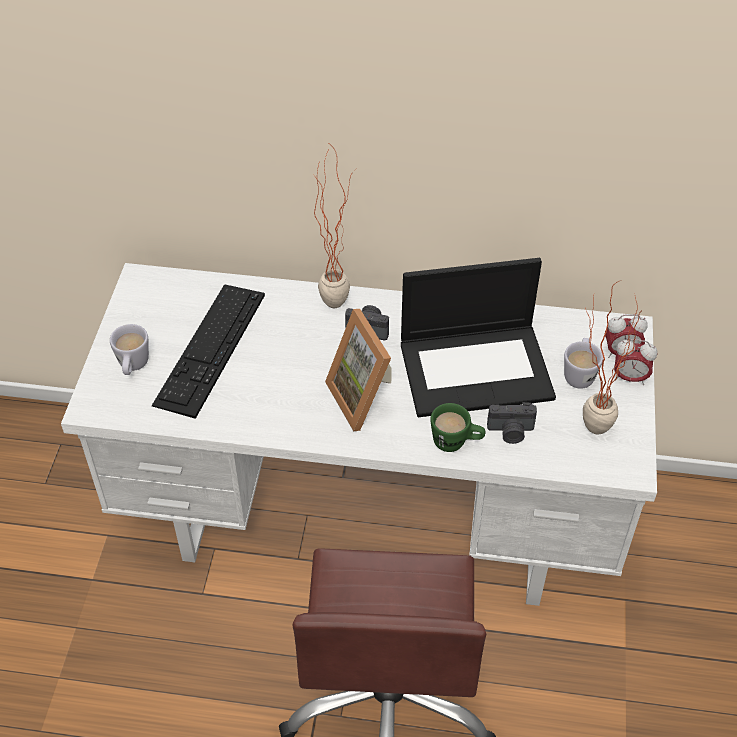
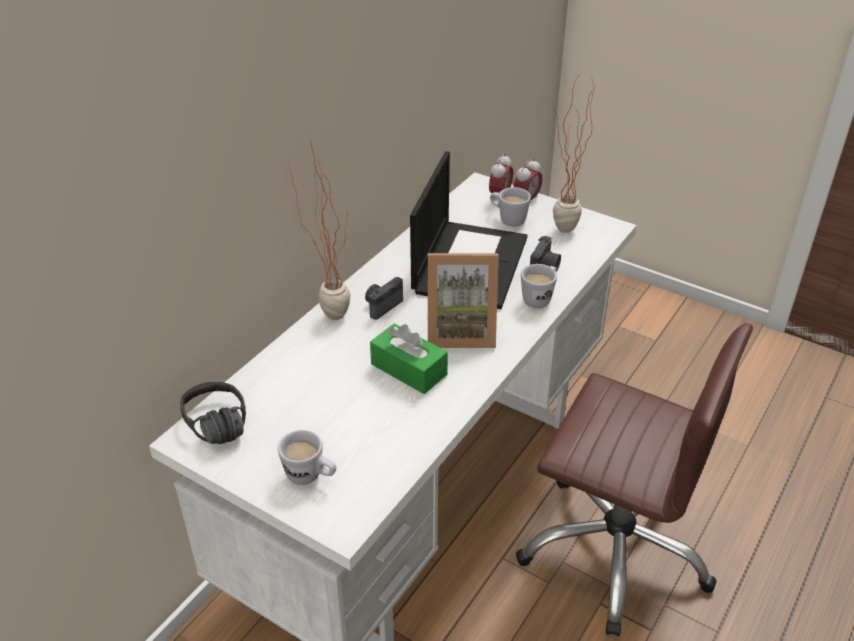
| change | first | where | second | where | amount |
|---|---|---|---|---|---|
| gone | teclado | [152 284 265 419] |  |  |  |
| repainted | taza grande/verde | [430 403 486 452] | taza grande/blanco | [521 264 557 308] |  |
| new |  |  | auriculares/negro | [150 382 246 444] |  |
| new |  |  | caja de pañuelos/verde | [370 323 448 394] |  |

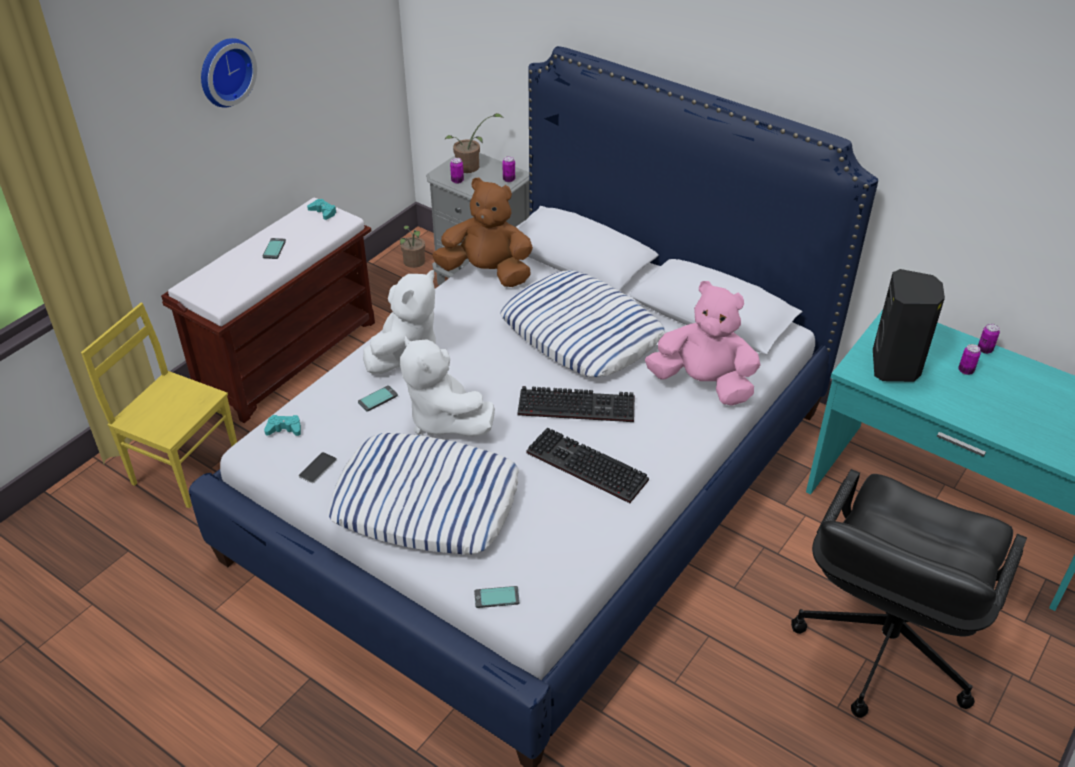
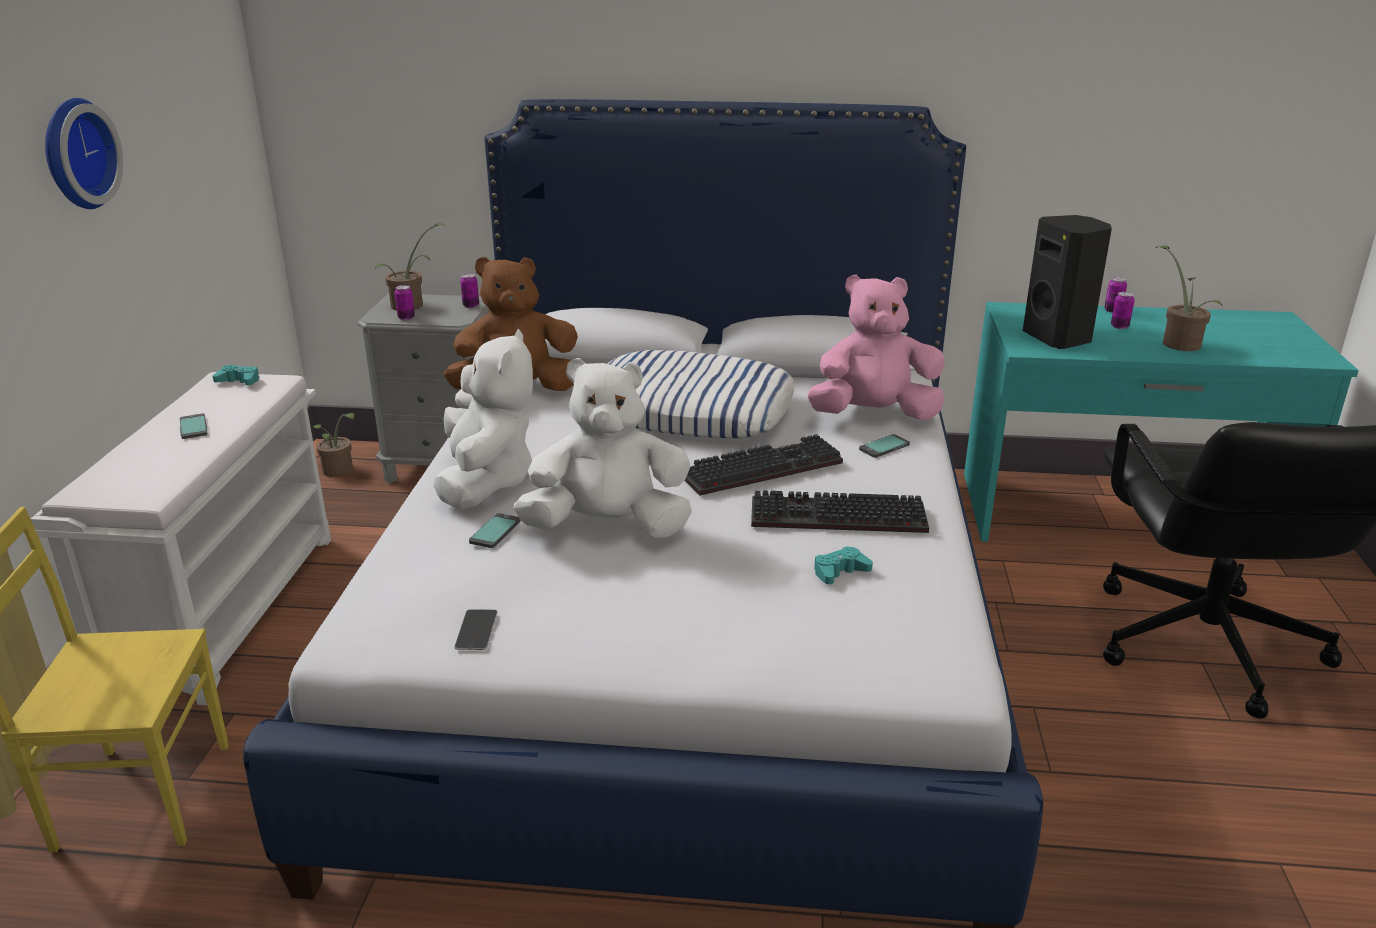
| change | first | where | second | where | amount |
|---|---|---|---|---|---|
| repainted | banco/marrón | [161 198 375 423] | banco/blanco | [31 372 331 705] |  |
| shifted | mando de consola/turquesa | [264 415 301 436] |  | [814 546 873 584] |  |
| gone | cojín | [328 433 519 555] |  |  |  |
| rotated | peluche/blanco | [400 335 495 437] |  | [514 358 692 538] | 150 degrees clockwise |
| shifted | móvil | [474 586 520 608] |  | [859 434 910 458] |  |
| new |  |  | planta en maceta | [1156 246 1223 351] |  |

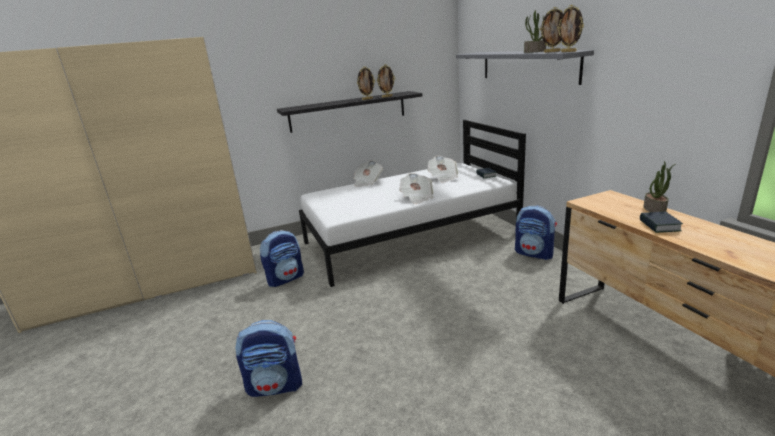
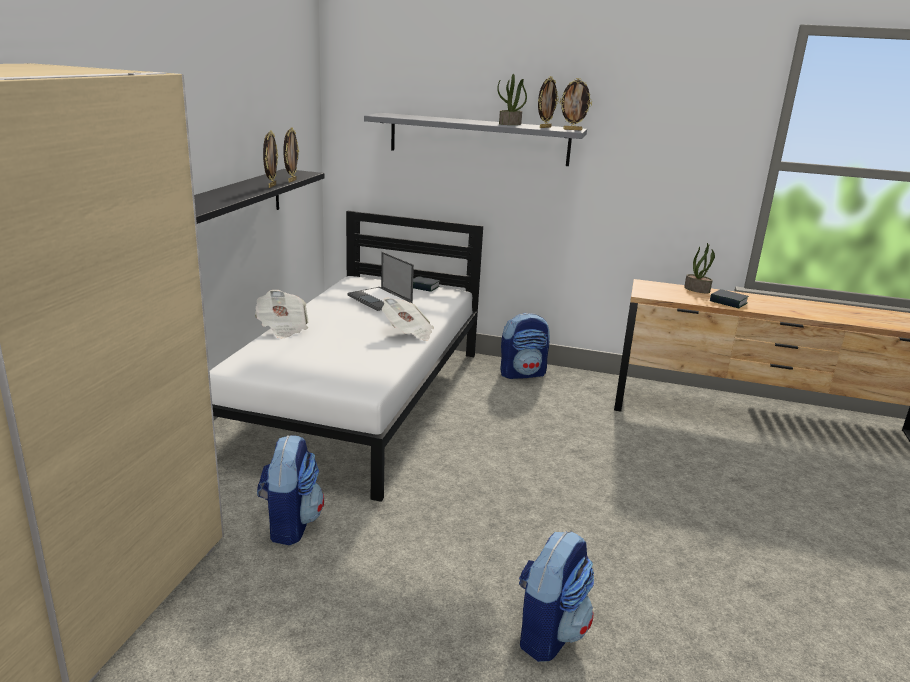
| change | first | where | second | where | amount |
|---|---|---|---|---|---|
| swapped | periódico | [428 156 458 183] | portátil | [347 252 414 311] |  |

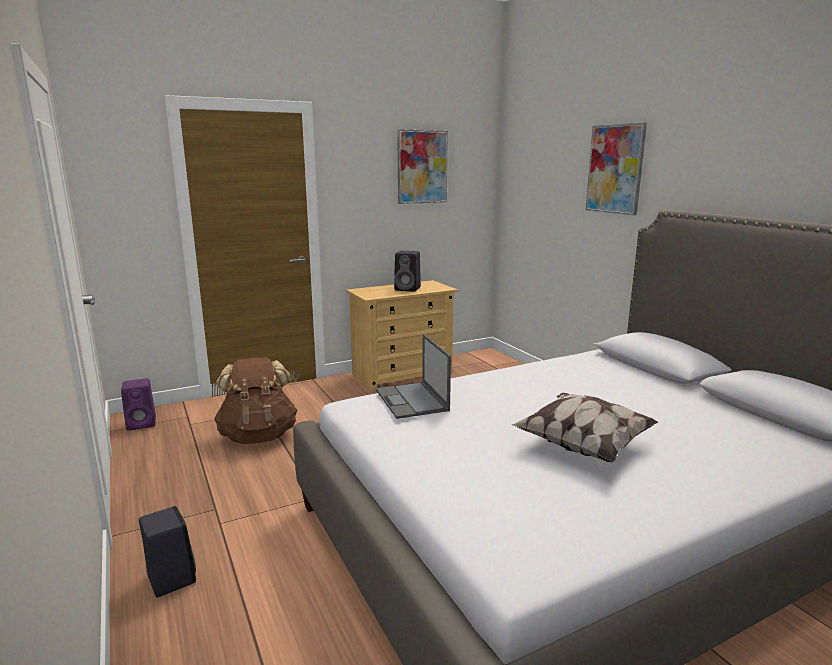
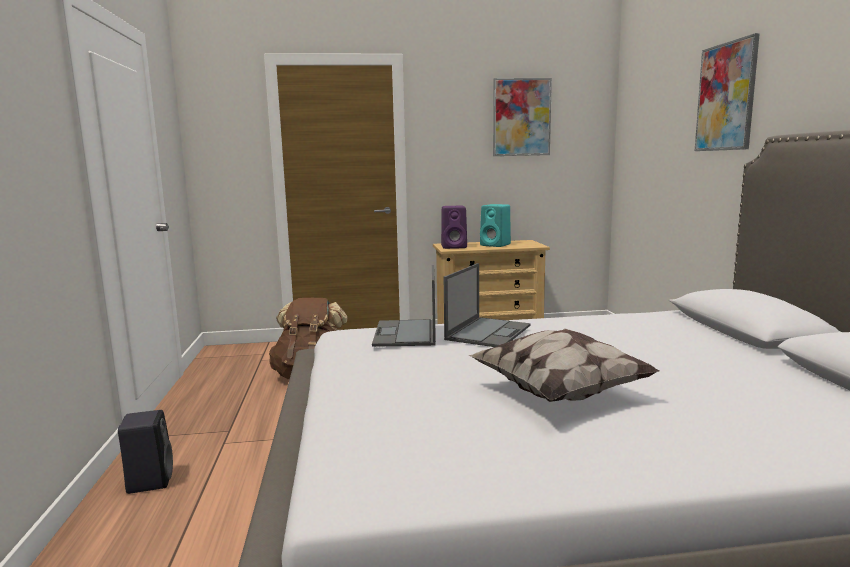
| change | first | where | second | where | amount |
|---|---|---|---|---|---|
| shifted | altavoz/morado | [121 378 156 431] |  | [441 205 467 249] |  |
| repainted | altavoz/negro | [394 250 421 292] | altavoz/turquesa | [480 204 511 247] |  |
| new |  |  | portátil | [444 263 530 347] |  |

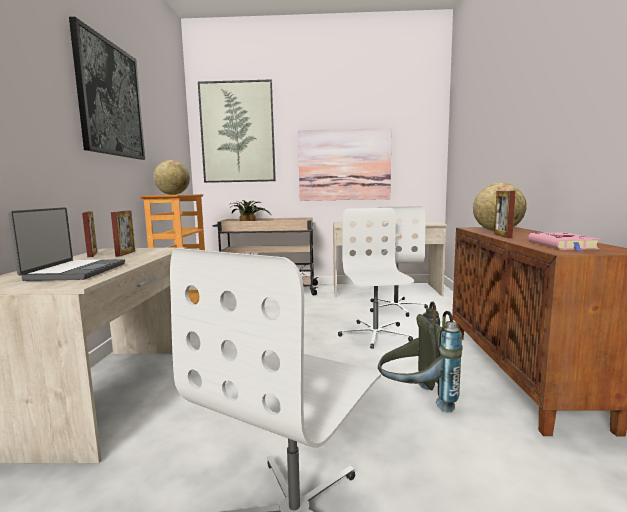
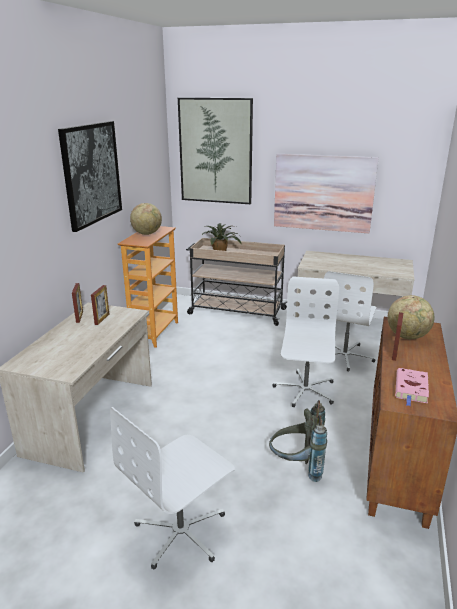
| change | first | where | second | where | amount |
|---|---|---|---|---|---|
| gone | portátil | [8 207 125 281] |  |  |  |

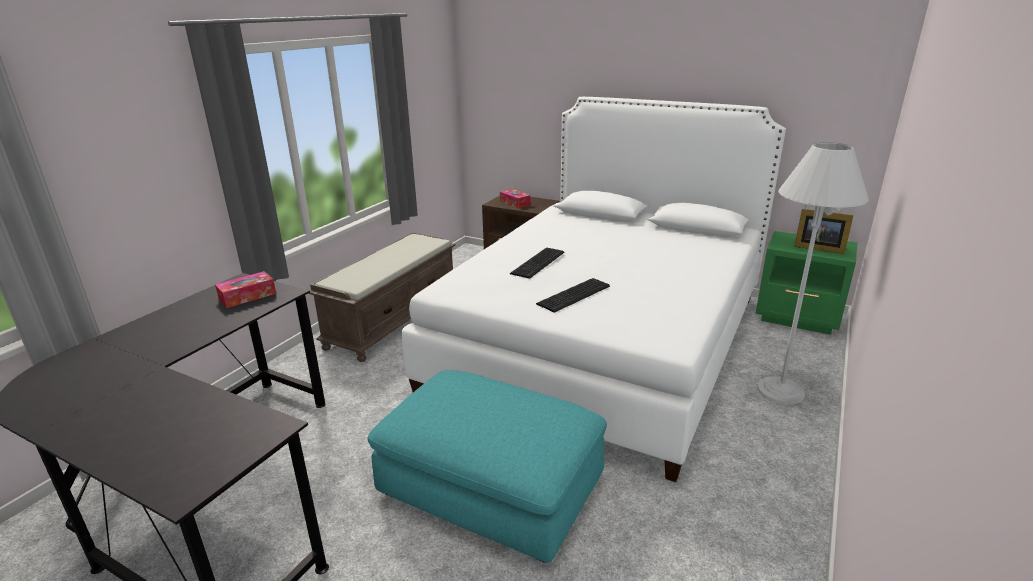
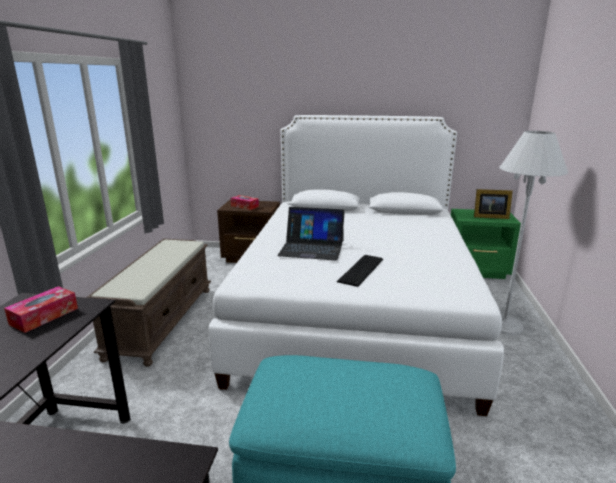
| change | first | where | second | where | amount |
|---|---|---|---|---|---|
| swapped | teclado | [510 248 564 279] | portátil | [277 207 345 260] |  |

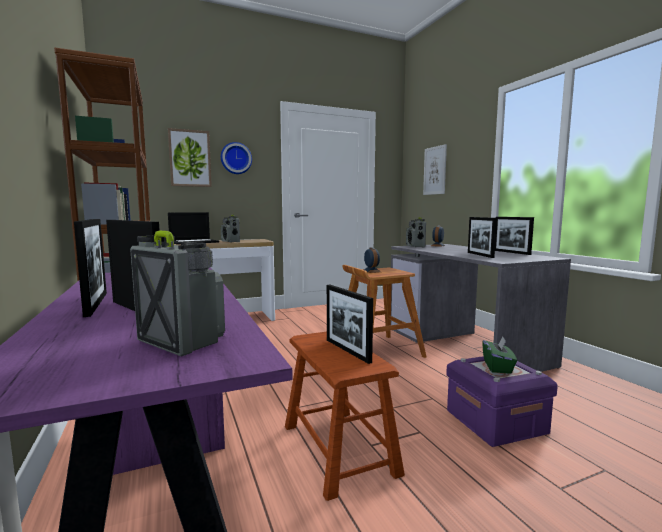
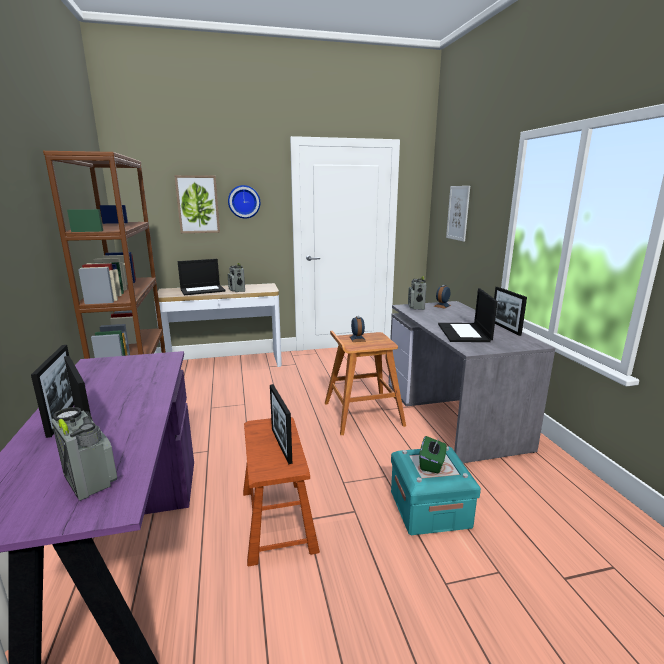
| change | first | where | second | where | amount |
|---|---|---|---|---|---|
| repainted | caja de almacenaje/morado | [446 356 558 447] | caja de almacenaje/turquesa | [391 446 481 535] |  |
| swapped | portarretratos | [468 217 497 258] | portátil | [438 288 498 342] |  |

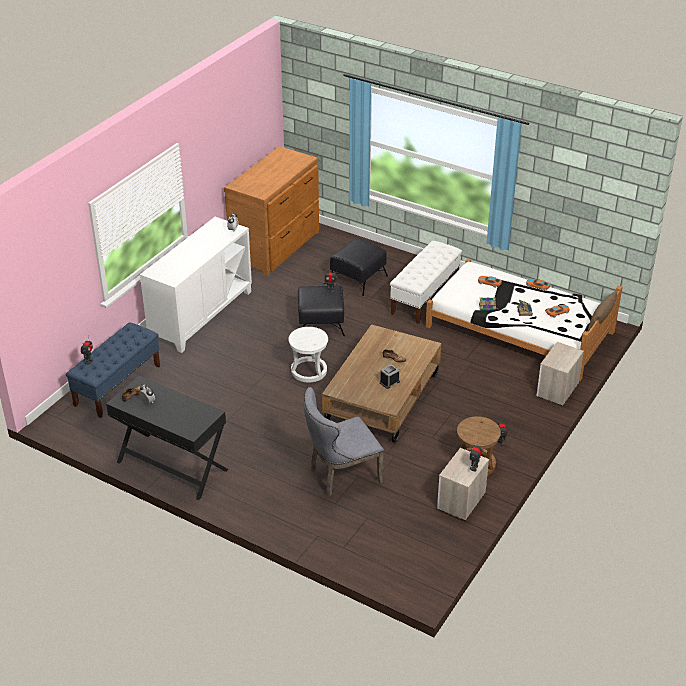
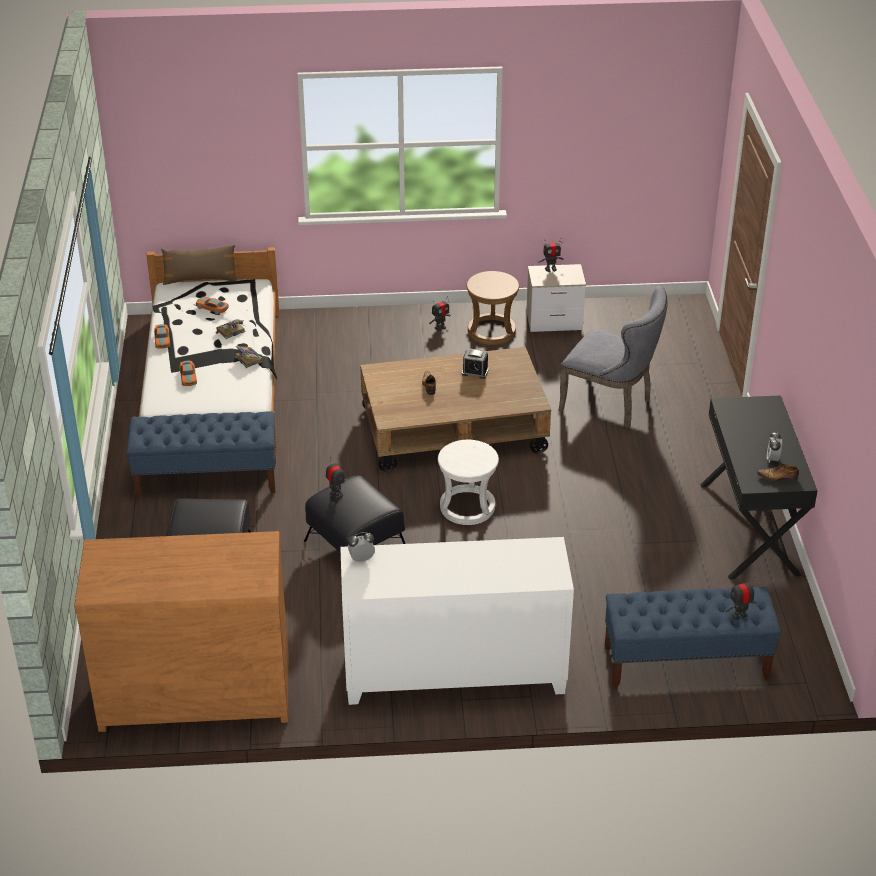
| change | first | where | second | where | amount |
|---|---|---|---|---|---|
| repainted | banco/blanco | [390 241 462 324] | banco/azul | [126 412 276 499] |  |
| gone | mesita de noche | [537 342 584 406] |  |  |  |

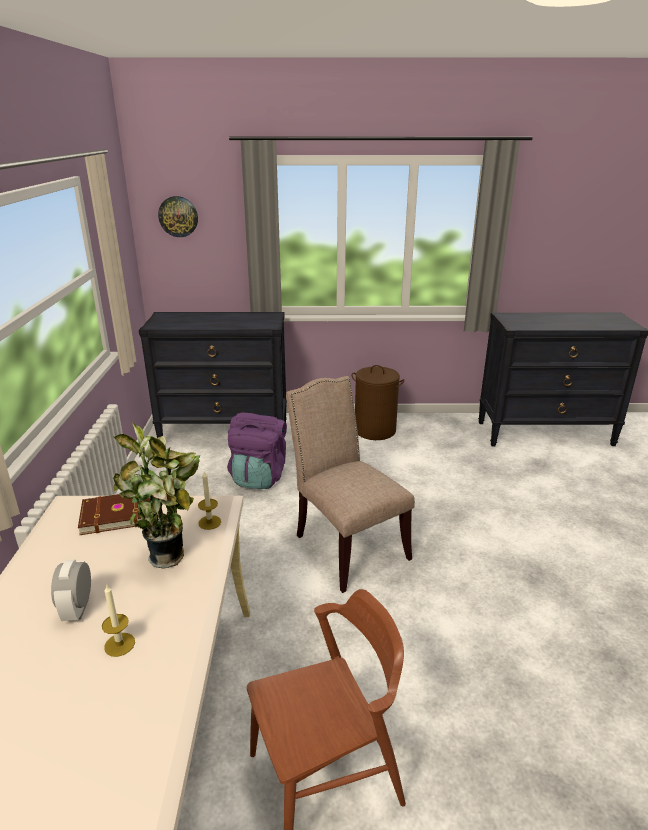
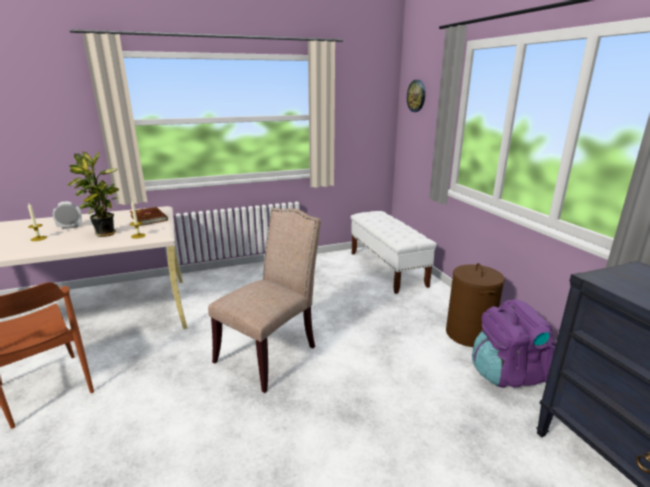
| change | first | where | second | where | amount |
|---|---|---|---|---|---|
| swapped | cómoda/negro | [139 312 287 438] | banco/blanco | [351 211 437 294] |  |
| shifted | mochila/morado | [227 412 287 489] |  | [472 299 556 388] |  |

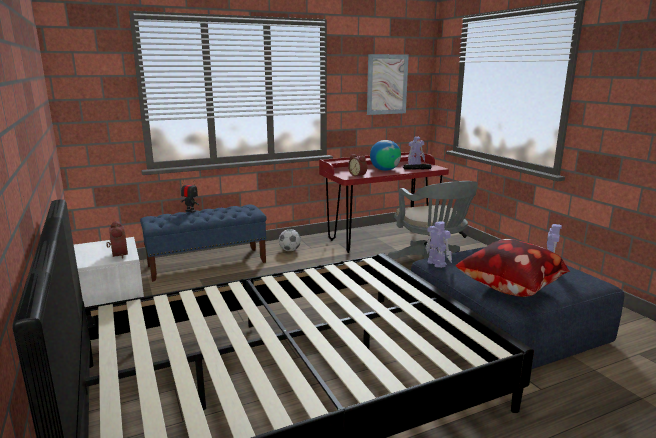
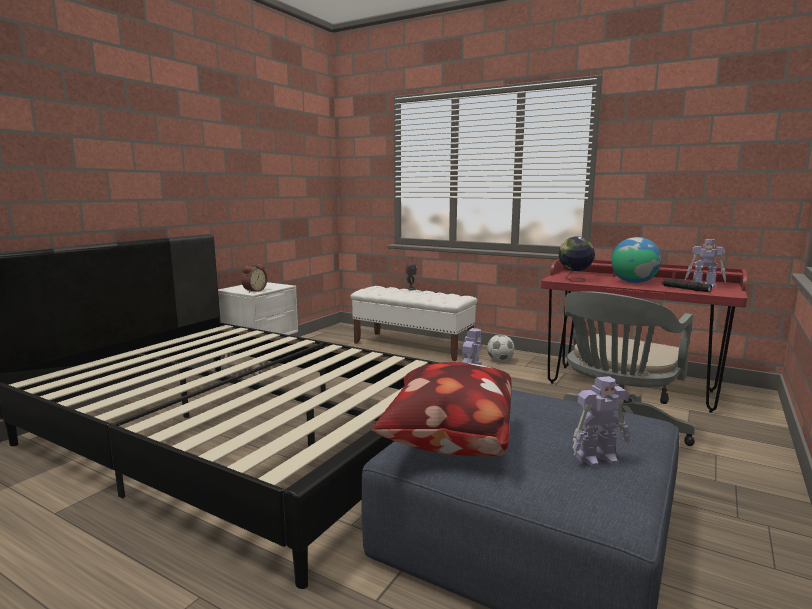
| change | first | where | second | where | amount |
|---|---|---|---|---|---|
| repainted | banco/azul | [140 205 267 282] | banco/blanco | [351 286 477 361] |  |
| swapped | despertador | [348 154 367 177] | globo terráqueo | [559 236 595 282] |  |
| gone | cuadro | [367 54 409 115] |  |  |  |

